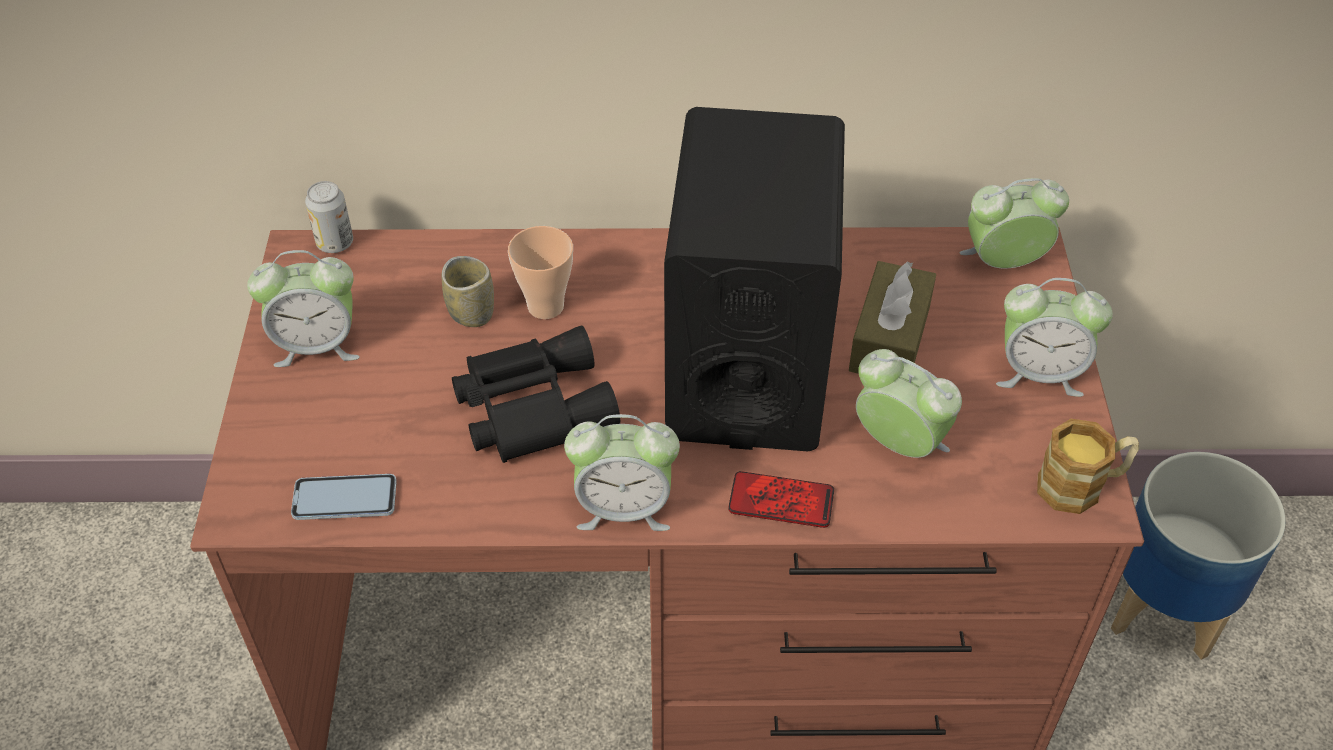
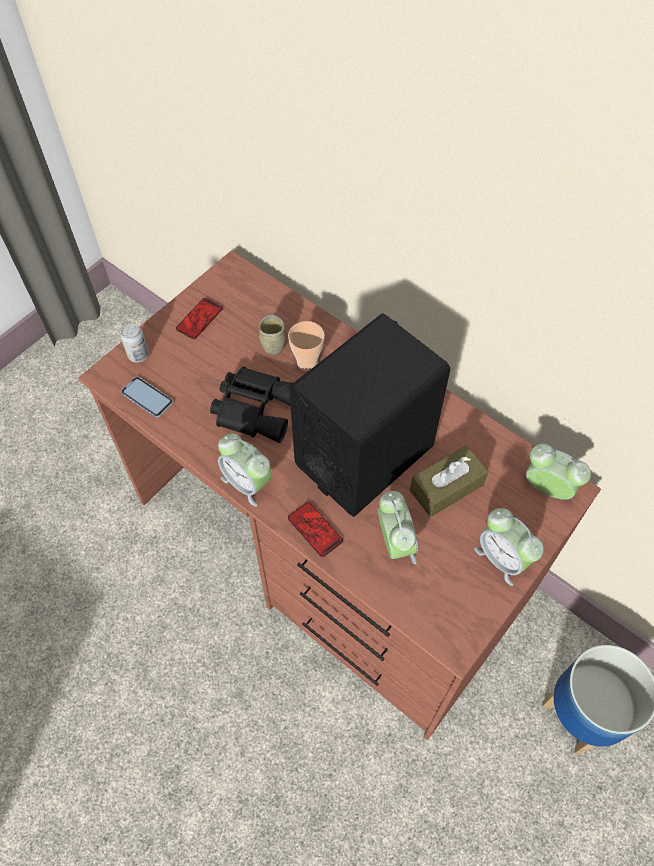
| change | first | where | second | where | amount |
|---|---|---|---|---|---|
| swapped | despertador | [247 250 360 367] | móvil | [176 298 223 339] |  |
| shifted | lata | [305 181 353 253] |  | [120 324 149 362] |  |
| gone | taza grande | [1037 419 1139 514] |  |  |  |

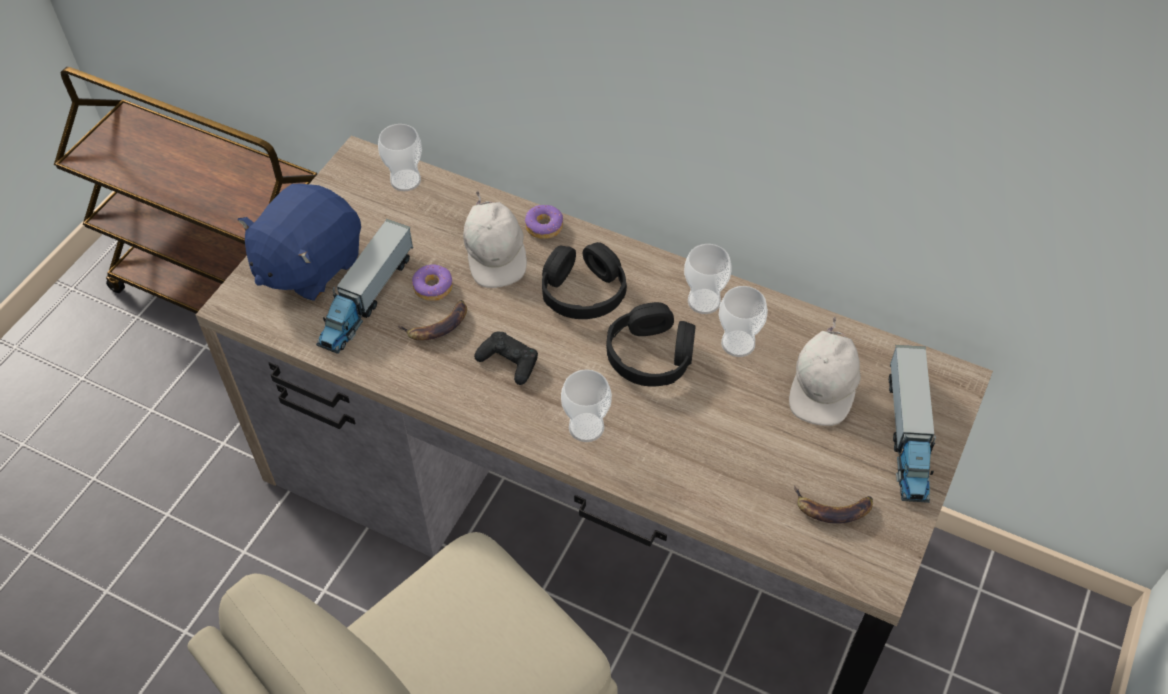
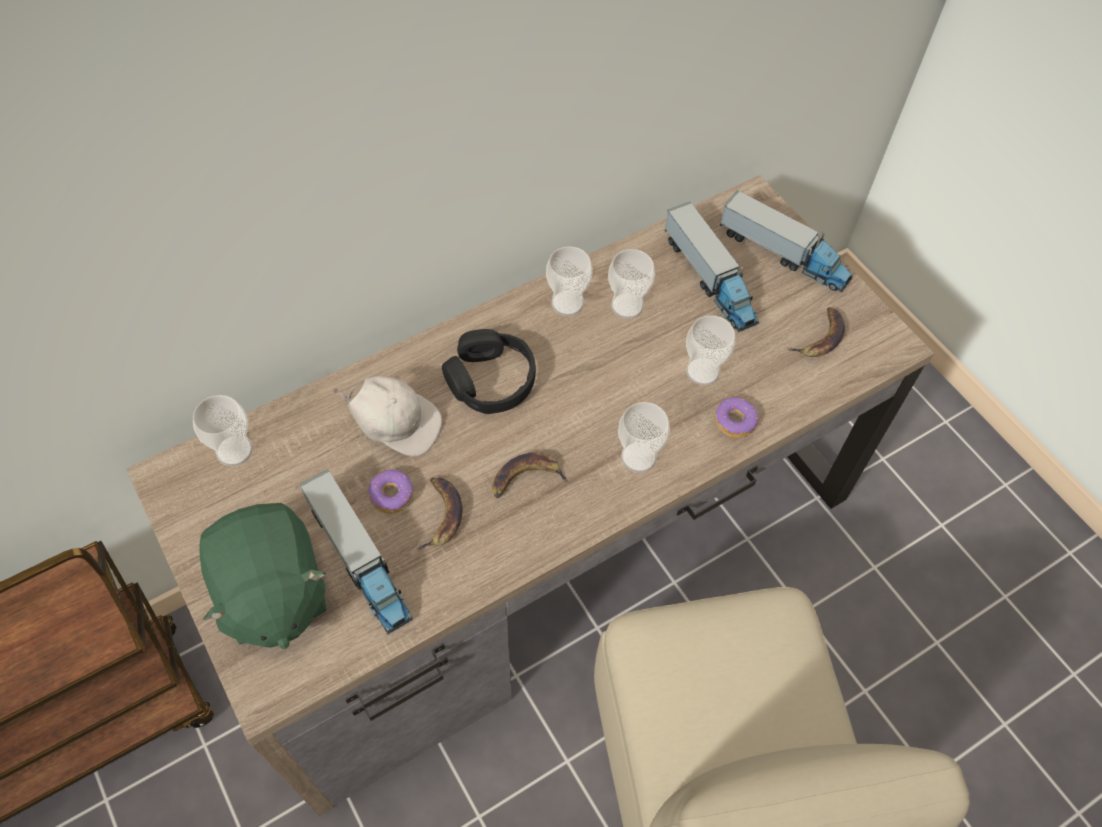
| change | first | where | second | where | amount |
|---|---|---|---|---|---|
| repainted | peluche/azul | [238 184 361 301] | peluche/verde | [199 503 327 649] |  |
| swapped | mando de consola/negro | [474 331 538 385] | plátano | [493 452 569 498] |  |
| shifted | rosquilla | [525 205 563 239] |  | [715 397 758 438] |  |
| gone | auriculares/negro | [606 302 696 386] |  |  |  |
| swapped | gorra/blanco | [789 317 861 426] | camión de juguete | [665 202 759 332] |  |
| new |  |  | taza | [686 315 736 386] |  |

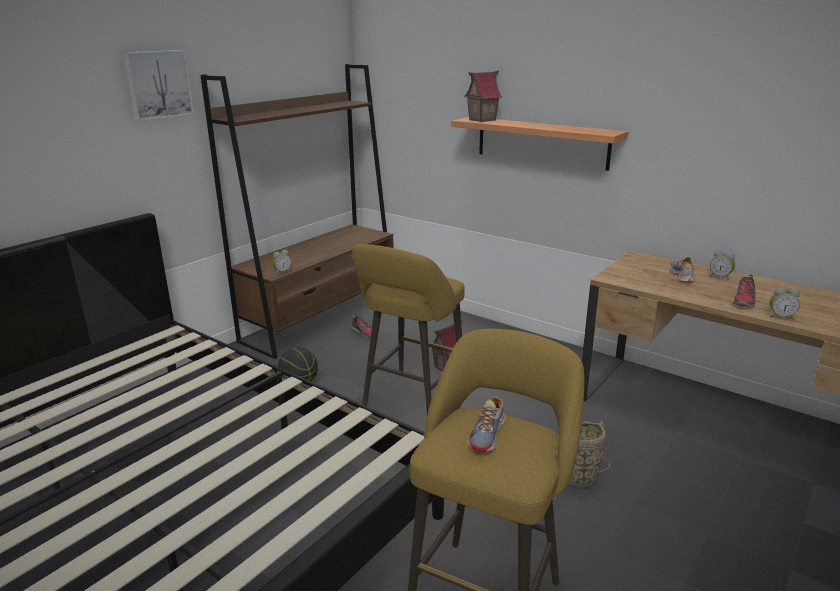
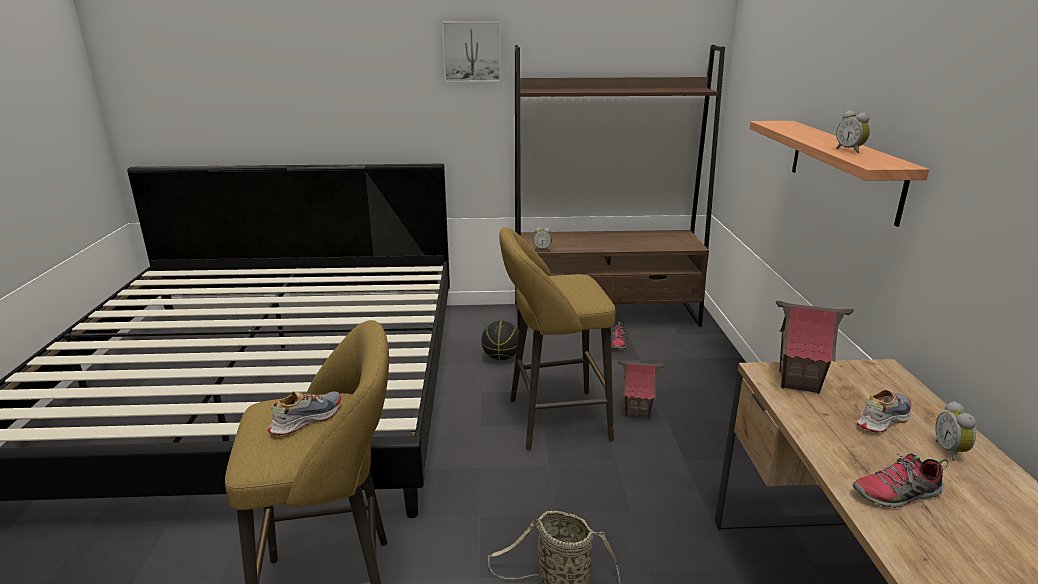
| change | first | where | second | where | amount |
|---|---|---|---|---|---|
| shifted | casita | [464 71 502 122] |  | [776 301 854 394] |  |
| rotated | zapato | [468 396 506 453] |  | [267 391 341 435] | 150 degrees clockwise |
| shifted | despertador | [770 287 800 320] |  | [836 111 870 153] |  |

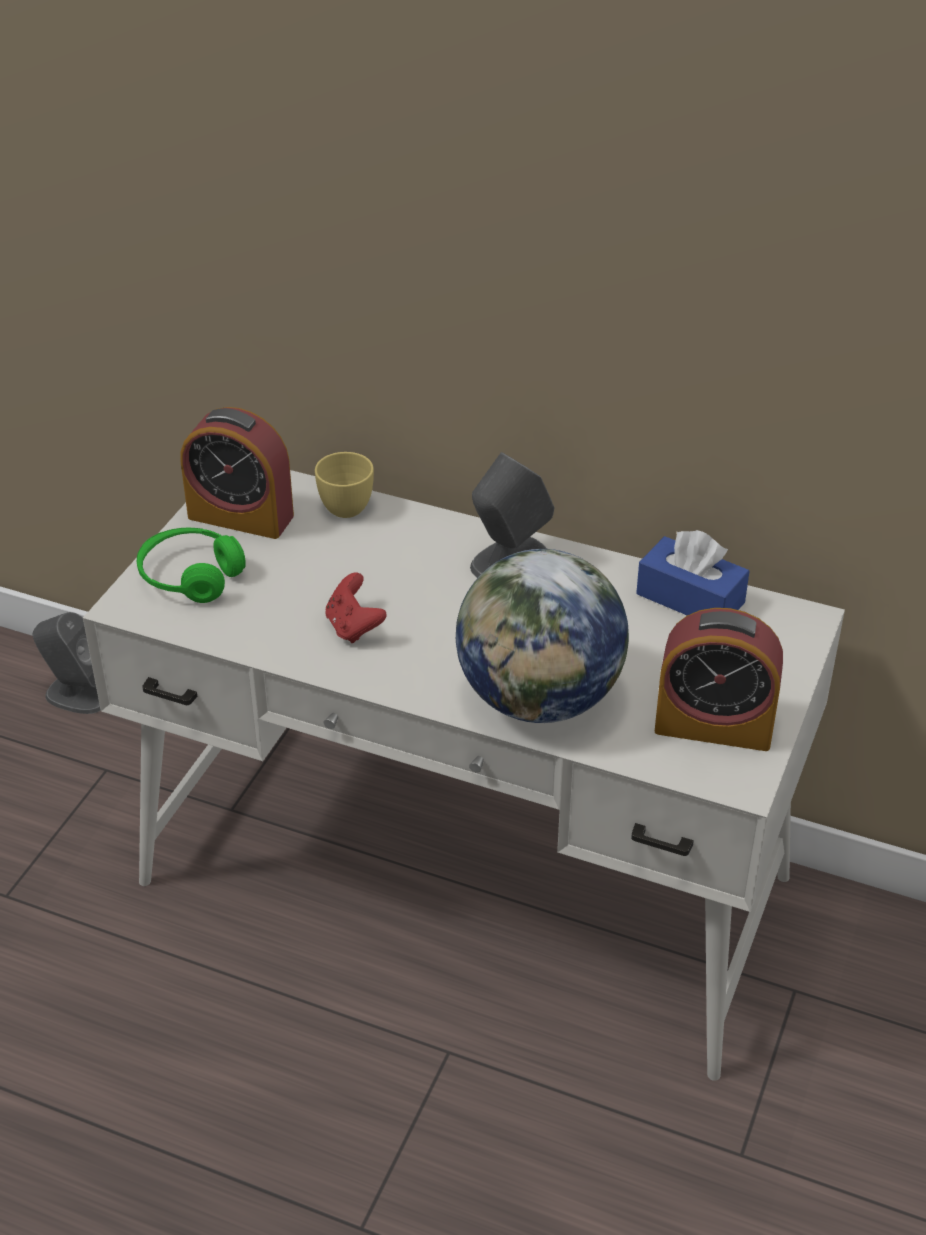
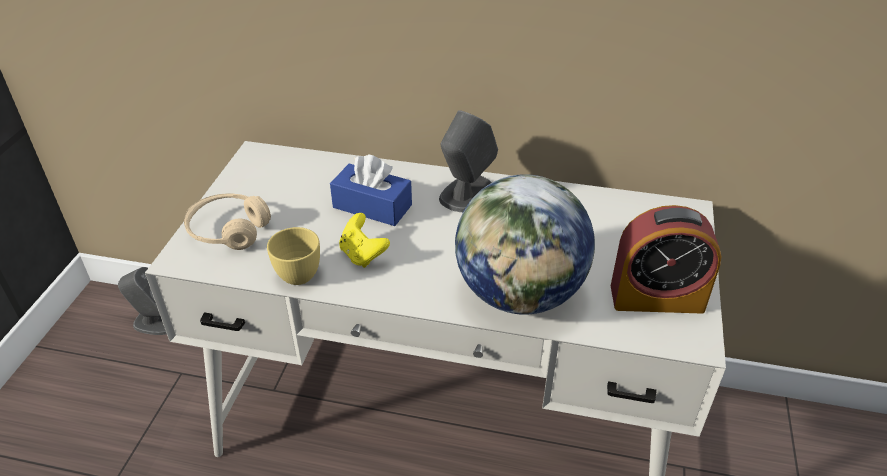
| change | first | where | second | where | amount |
|---|---|---|---|---|---|
| repainted | auriculares/verde | [137 528 246 603] | auriculares/beis | [184 193 271 250] |  |
| gone | despertador | [180 407 294 539] |  |  |  |
| shifted | taza/amarillo | [315 452 374 518] |  | [267 227 320 285] |  |
| repainted | mando de consola/rojo | [325 572 387 643] | mando de consola/amarillo | [339 213 390 268] |  |
| shifted | caja de pañuelos/azul | [636 530 750 615] |  | [330 154 412 226] |  |

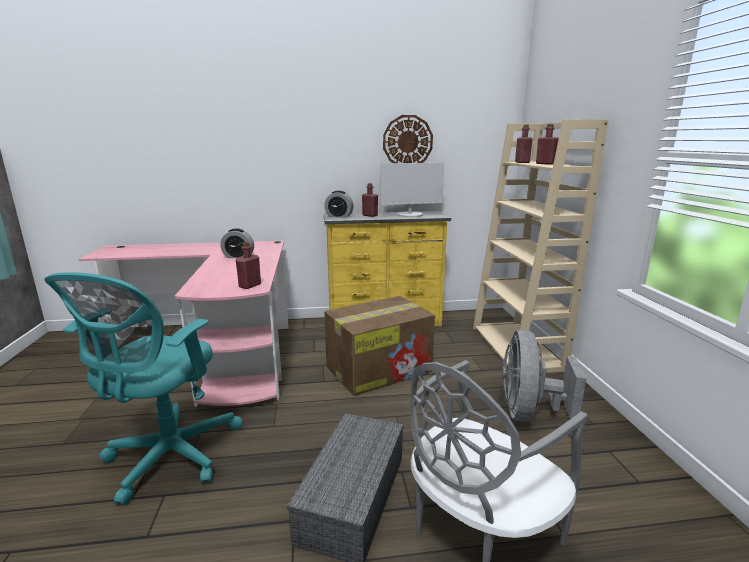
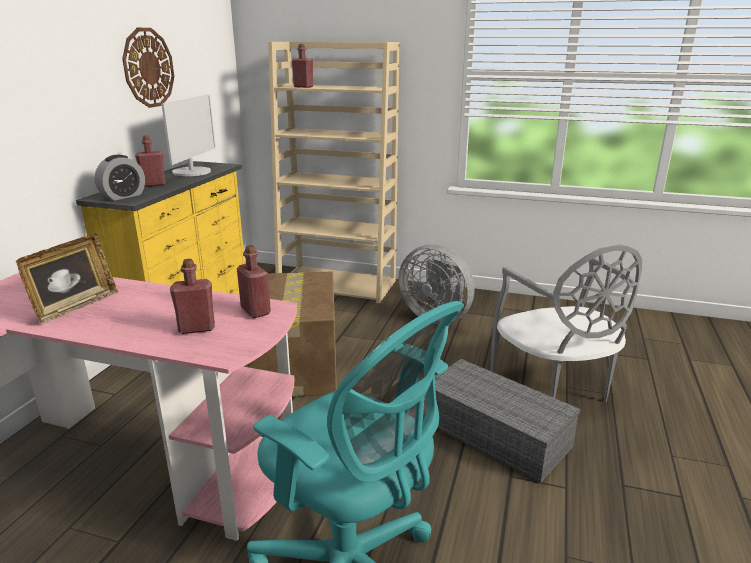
| change | first | where | second | where | amount |
|---|---|---|---|---|---|
| swapped | despertador | [220 228 254 258] | portarretratos | [16 233 118 323] |  |
| shifted | botella/rojo | [536 124 559 165] |  | [170 259 215 334] |  |

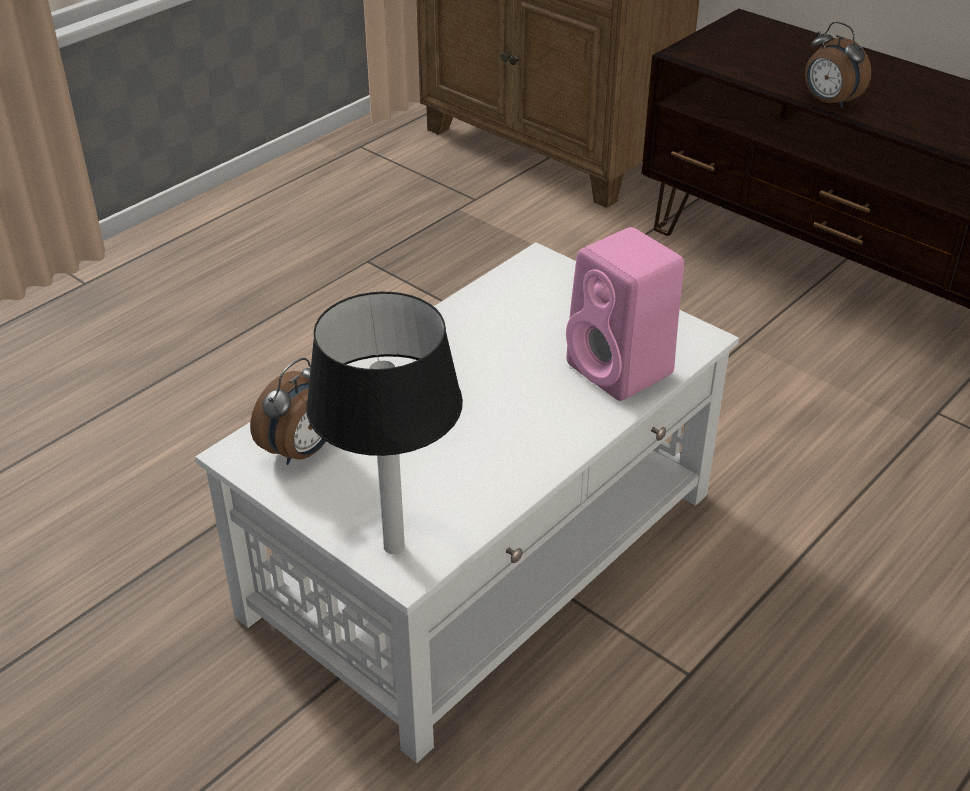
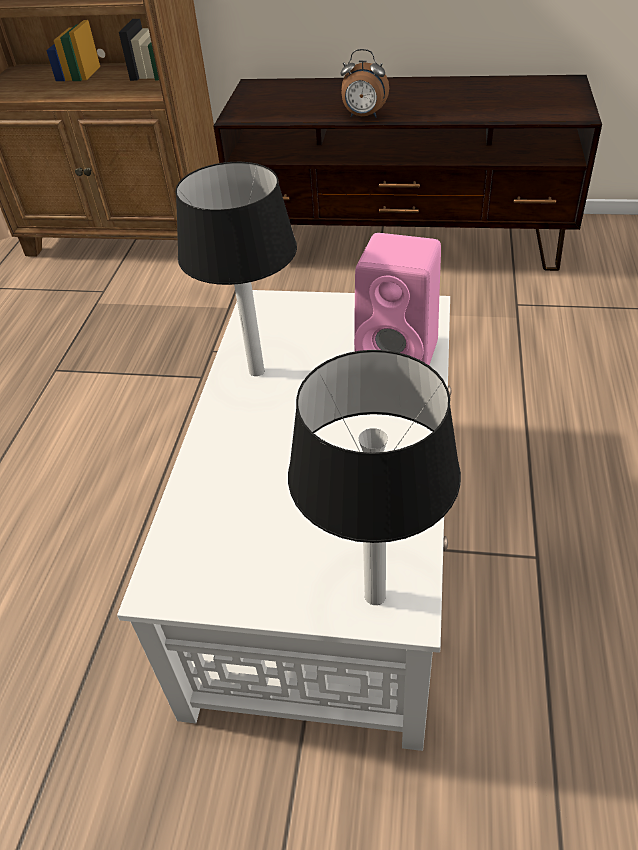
| change | first | where | second | where | amount |
|---|---|---|---|---|---|
| gone | despertador | [250 358 326 465] |  |  |  |
| new |  |  | lámpara de mesa | [175 162 297 376] |  |

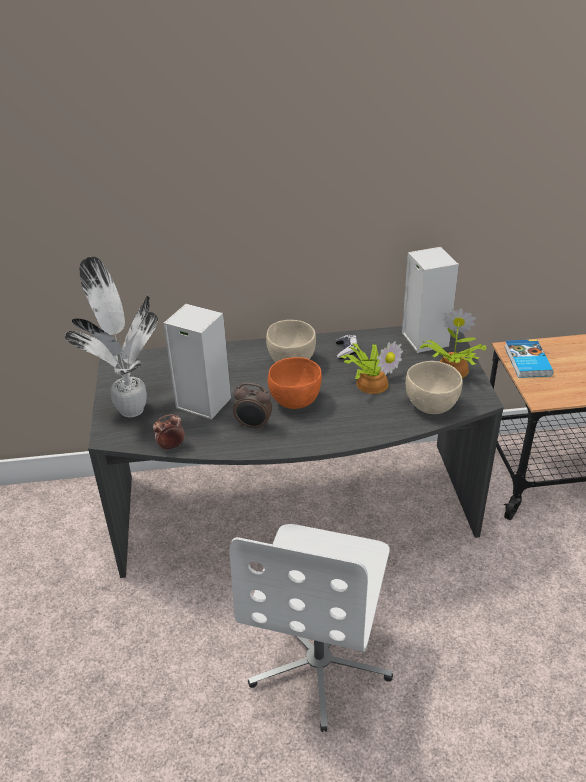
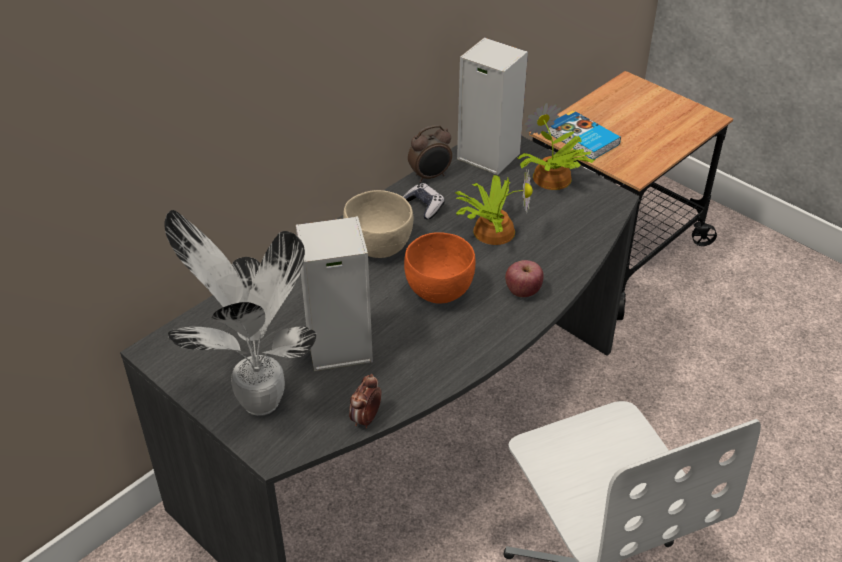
| change | first | where | second | where | amount |
|---|---|---|---|---|---|
| shifted | despertador | [233 383 272 430] |  | [408 125 452 183] |  |
| gone | cuenco/beis | [406 361 463 414] |  |  |  |
| new |  |  | manzana | [505 260 544 297] |  |

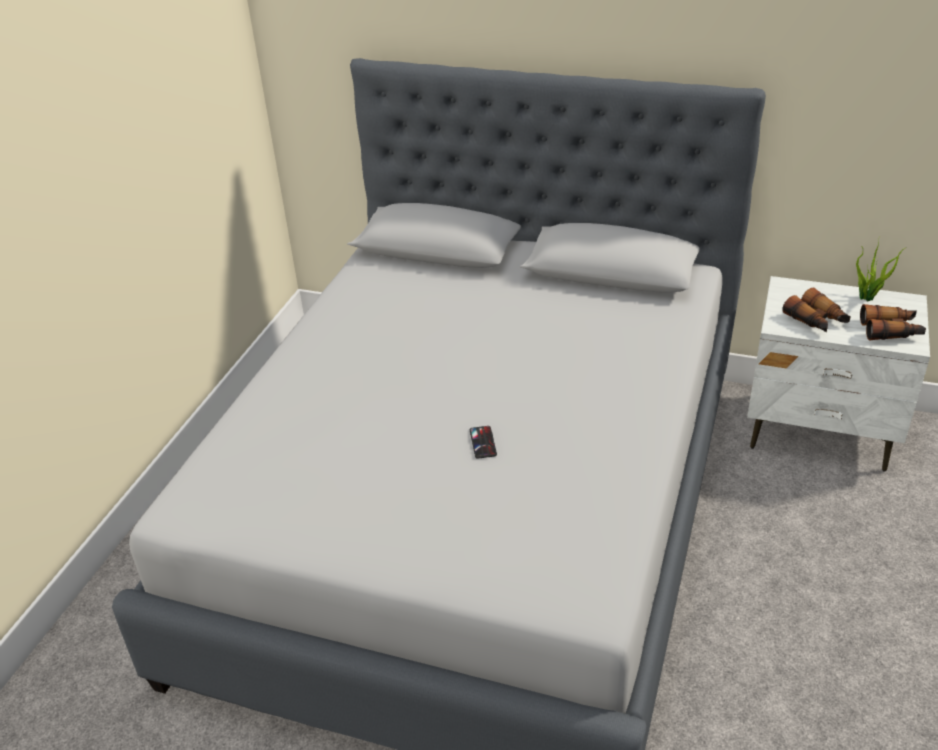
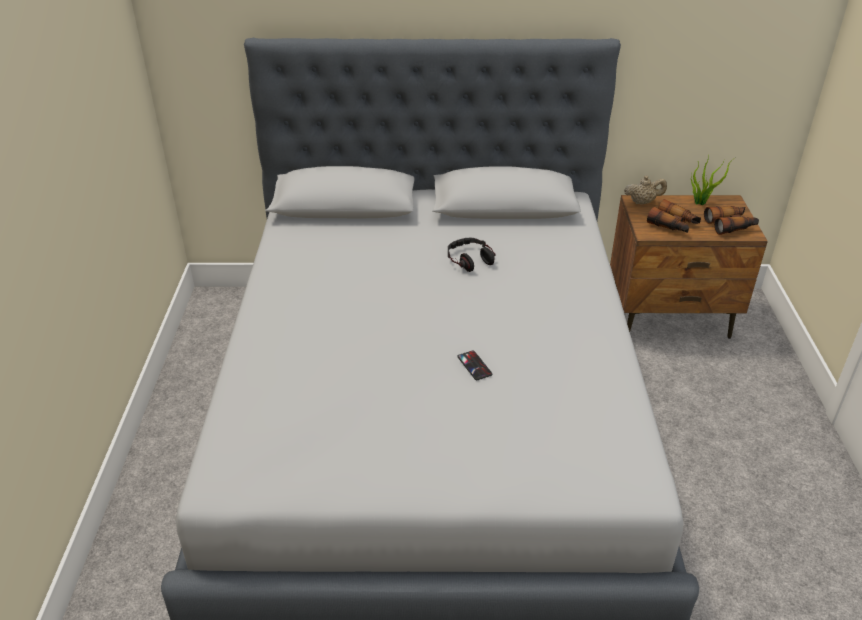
| change | first | where | second | where | amount |
|---|---|---|---|---|---|
| repainted | mesita de noche/blanco | [747 276 930 472] | mesita de noche/marrón | [610 195 768 339] |  |
| new |  |  | auriculares | [448 238 495 272] |  |
| new |  |  | tetera/beis | [624 175 667 204] |  |

